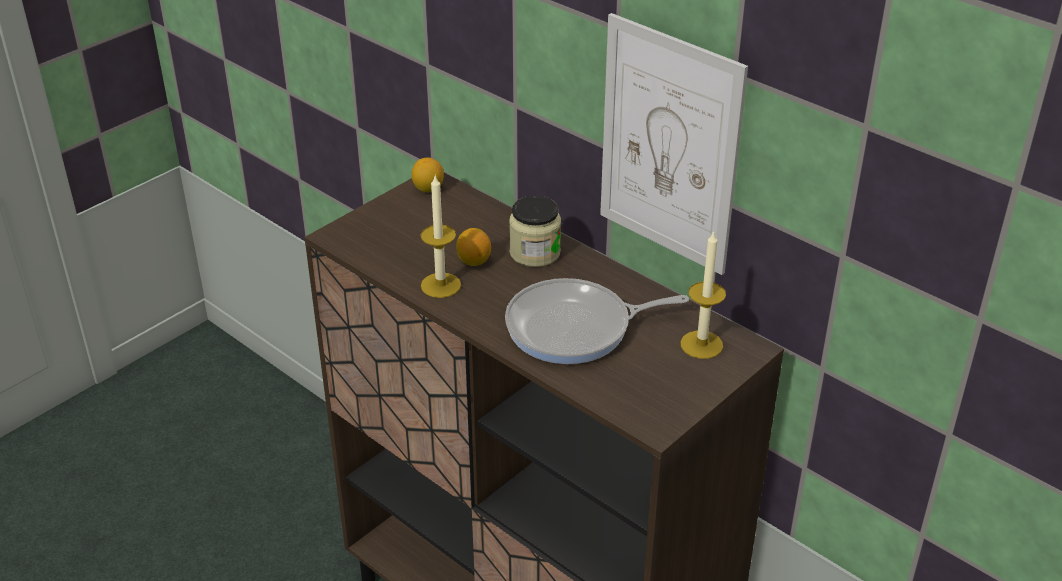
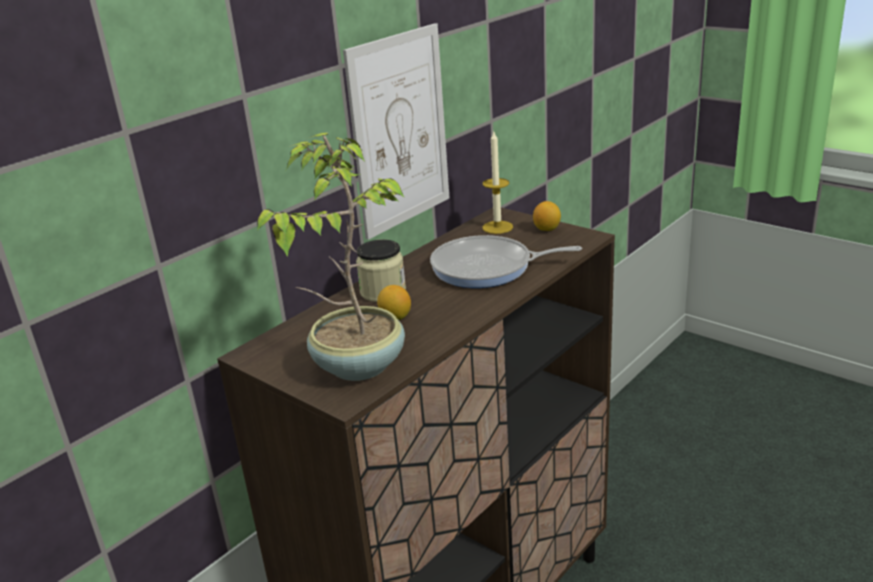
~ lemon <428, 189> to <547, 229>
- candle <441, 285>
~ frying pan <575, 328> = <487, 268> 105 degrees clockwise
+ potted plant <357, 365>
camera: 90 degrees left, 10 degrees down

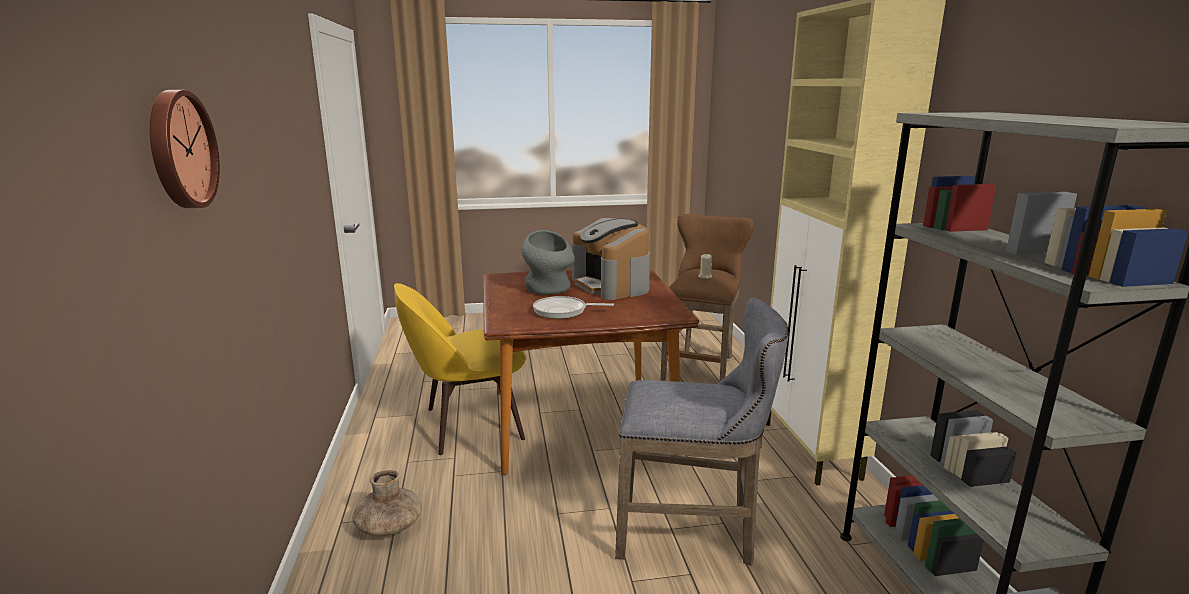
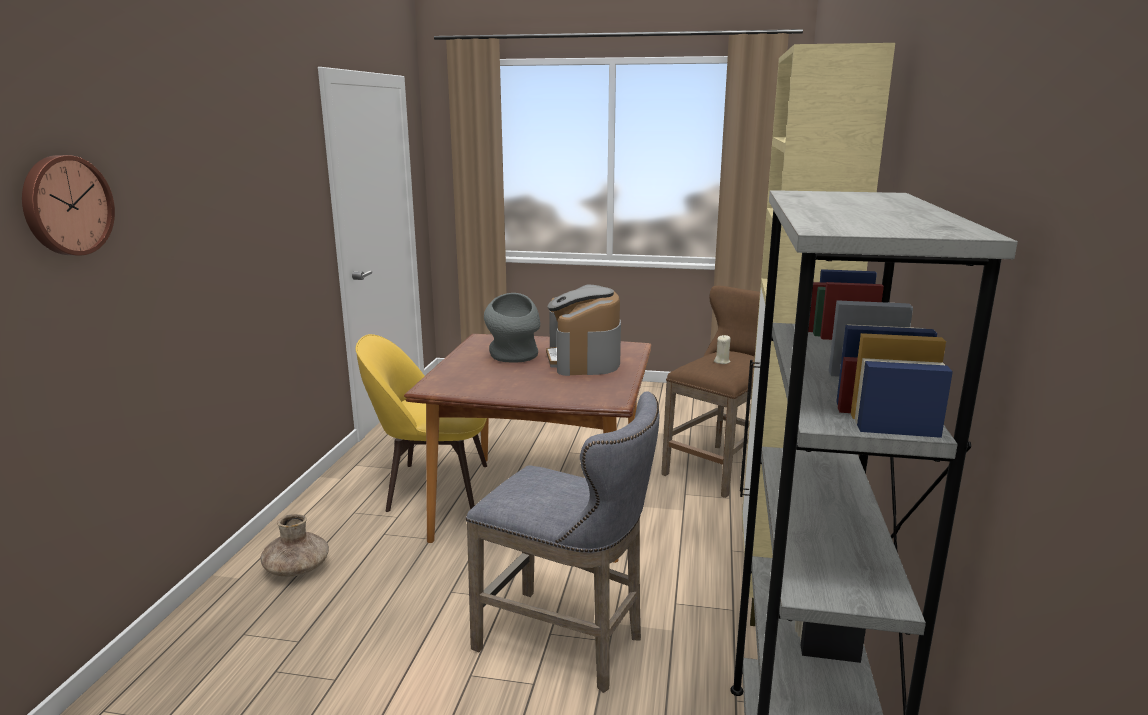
- frying pan <563, 311>
camera: 20 degrees right, 0 degrees up

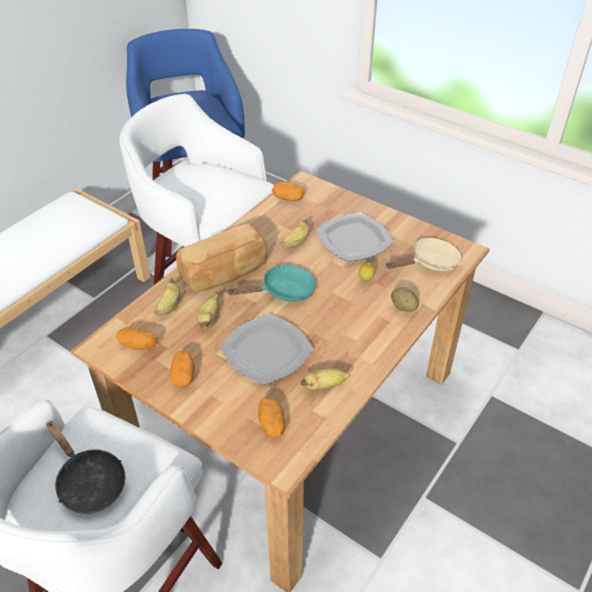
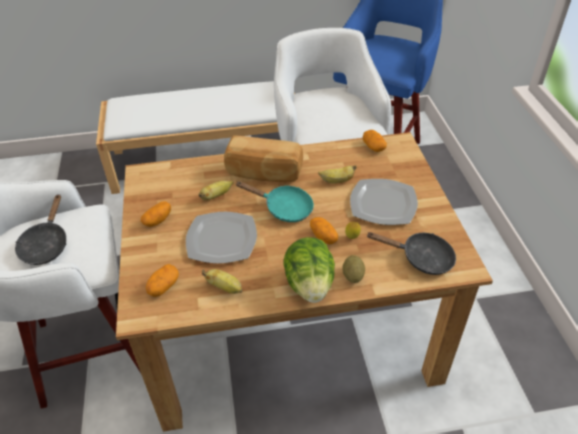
~ potato <138, 345> to <323, 236>
- banana <169, 307>
~ beige frying pan <430, 263> to black frying pan <421, 258>
+ lettuce <309, 284>
camera: 45 degrees right, 0 degrees up

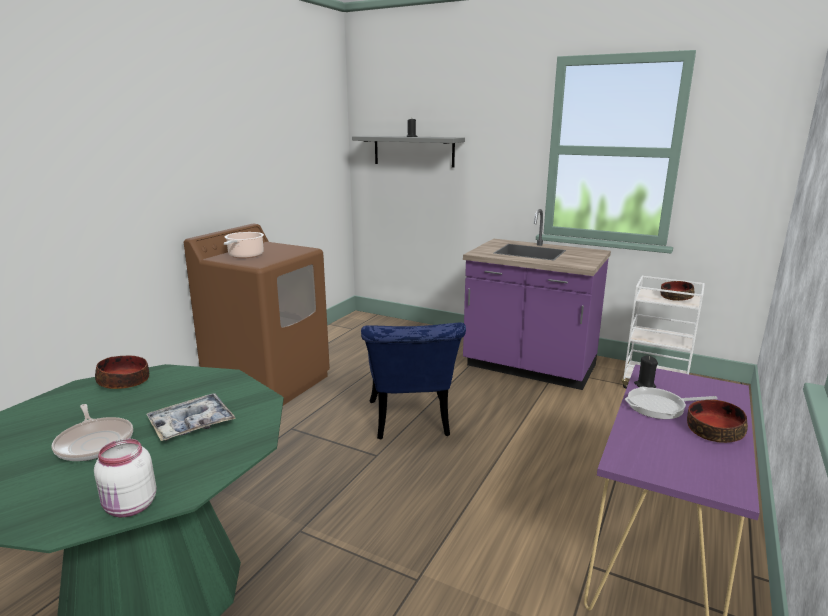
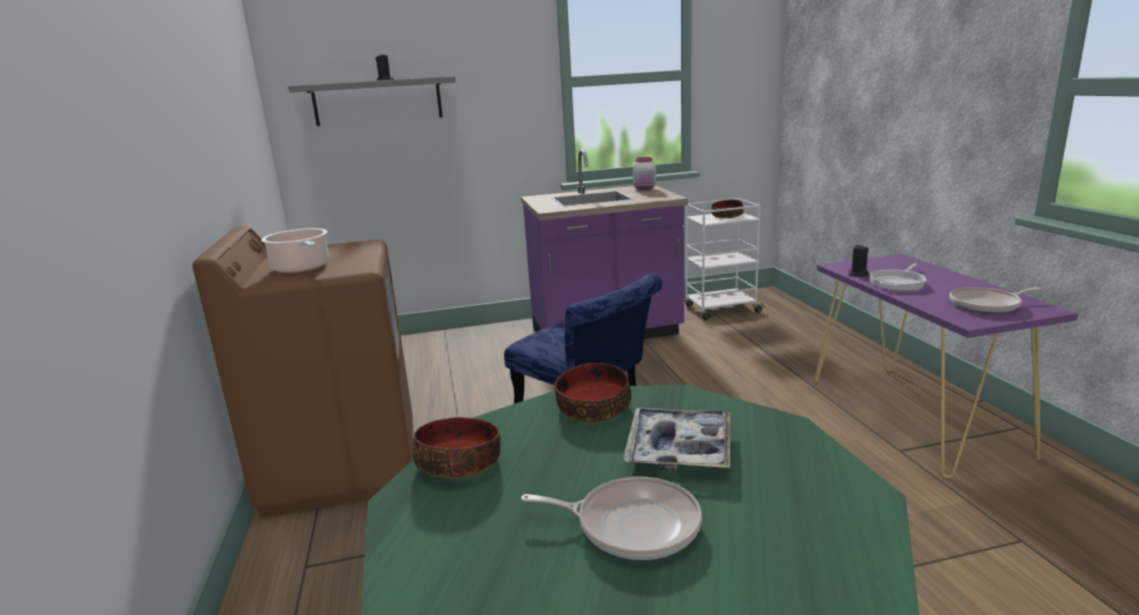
~ white jar <130, 507> to <645, 188>
~ bowl <713, 431> to <593, 407>
+ frying pan <987, 305>
camera: 40 degrees left, 0 degrees up

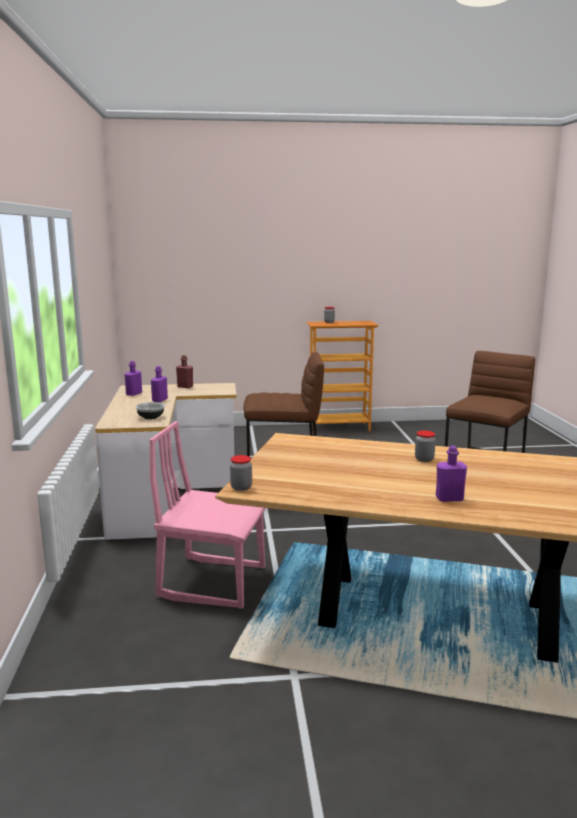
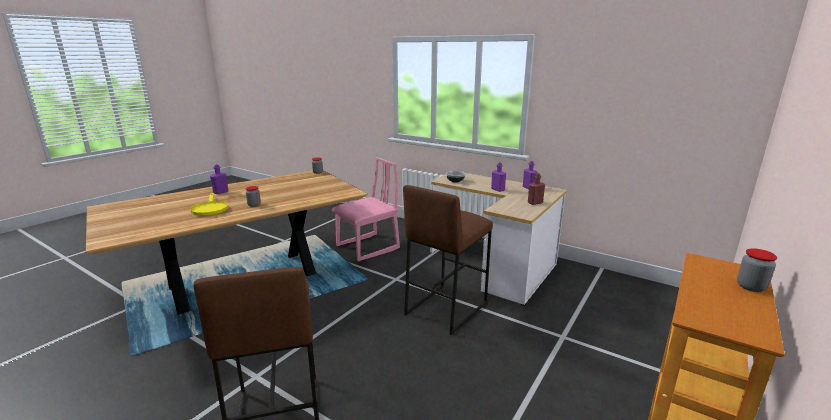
+ yellow frying pan <210, 209>
camera: 130 degrees right, 5 degrees up

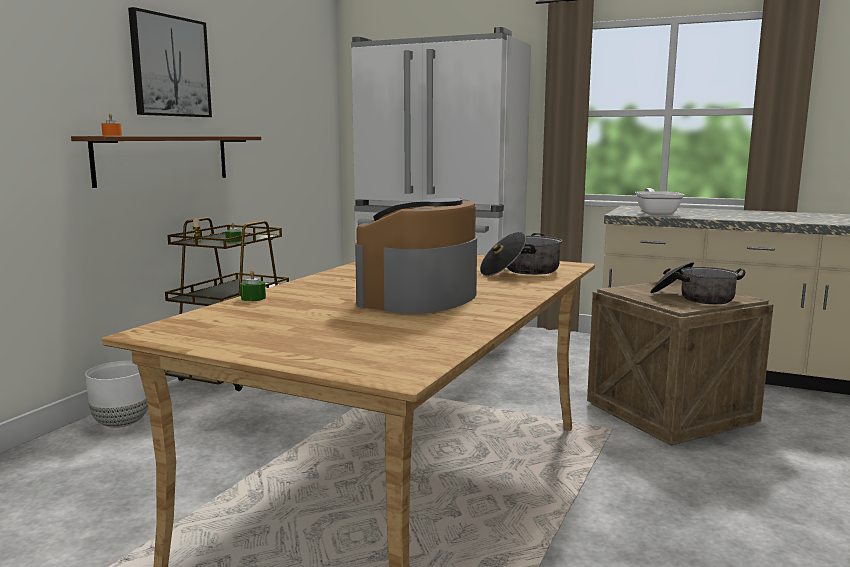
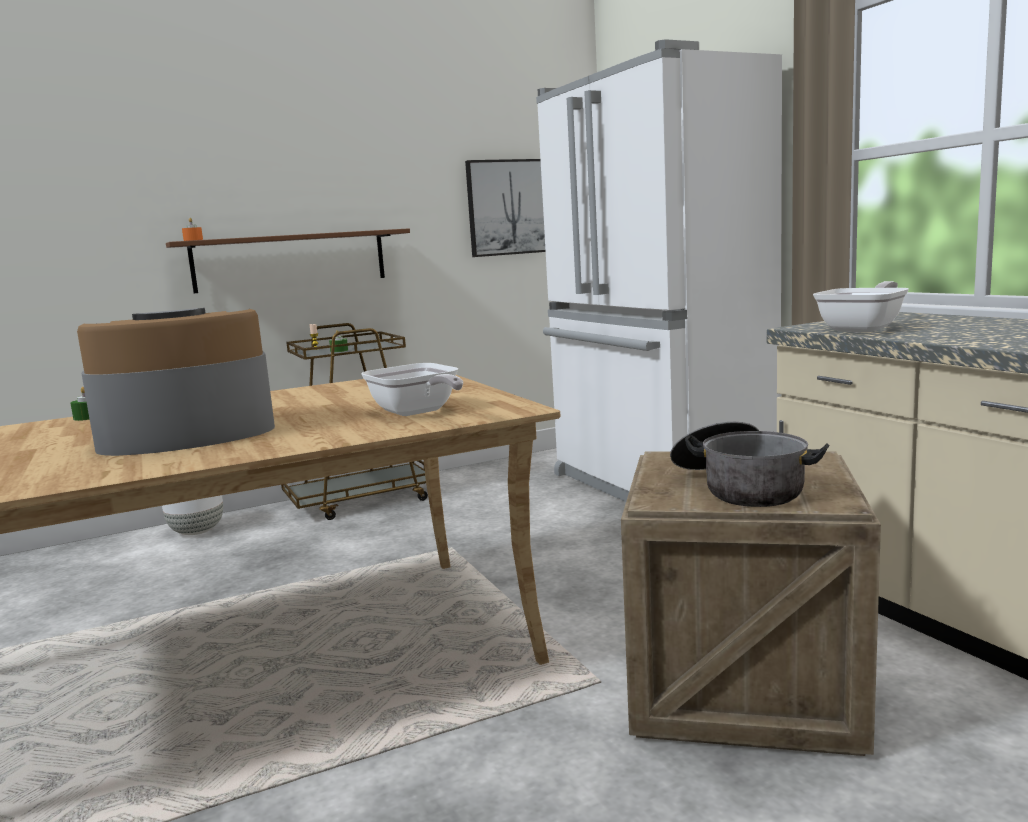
~ picture <170, 66> to <510, 207>
~ cooking pot <521, 271> to frying pan <417, 413>
camera: 40 degrees right, 0 degrees up

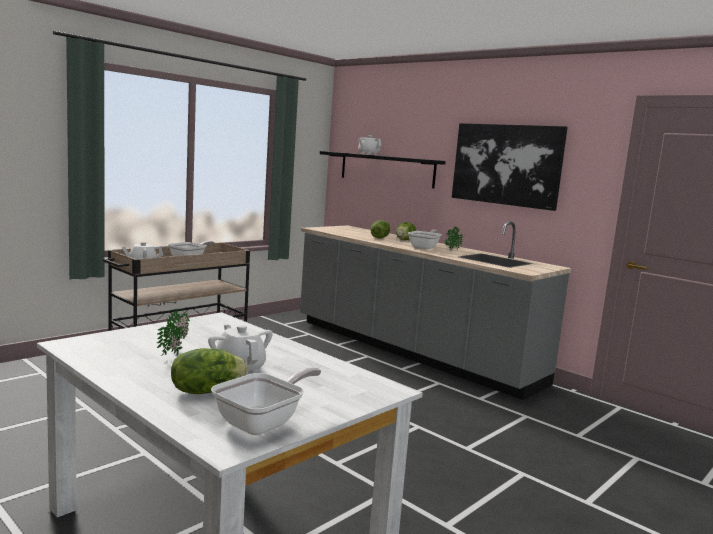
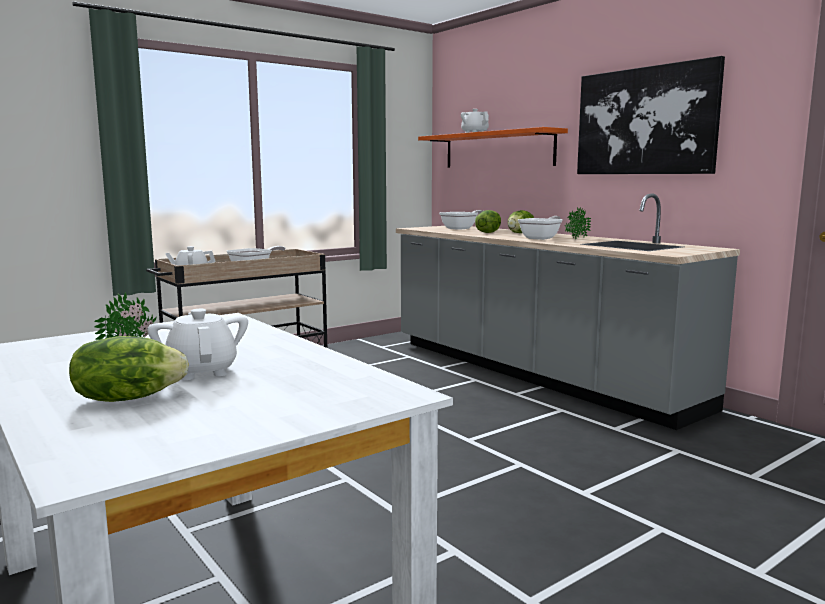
~ frying pan <264, 422> to <461, 228>
~ black shelf <386, 169> to orange shelf <497, 150>
camera: 10 degrees right, 0 degrees up

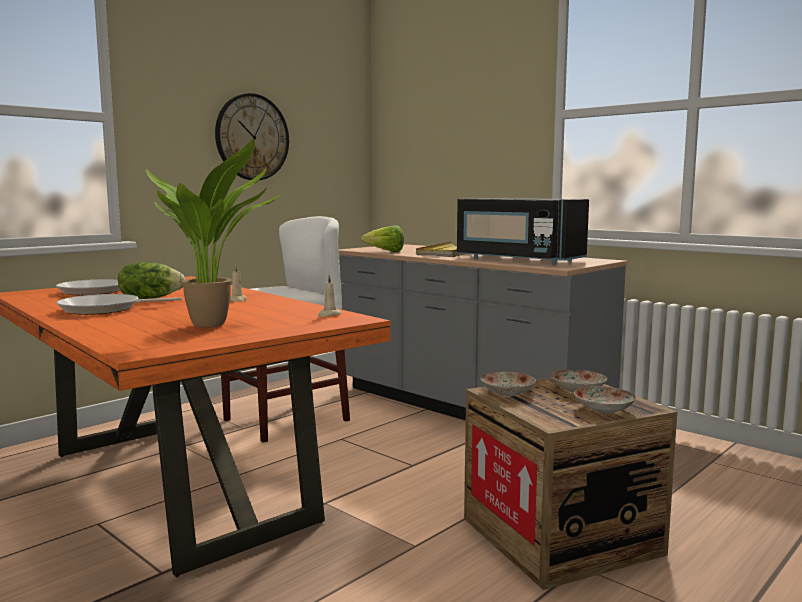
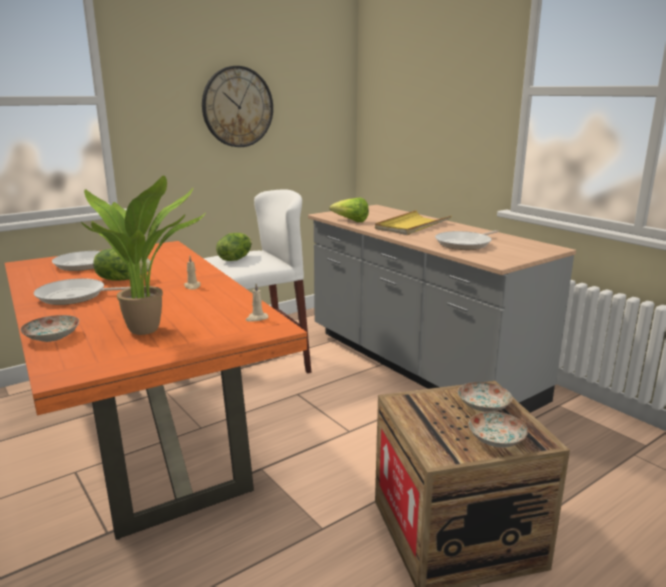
~ black microwave <517, 260> to frying pan <465, 244>
~ plate <507, 392> to <52, 336>
+ lettuce <235, 259>
camera: 10 degrees right, 10 degrees up

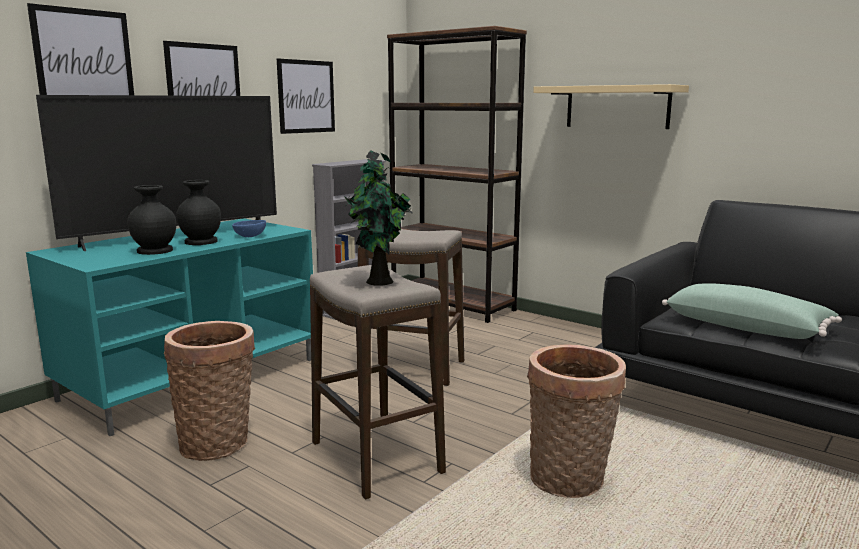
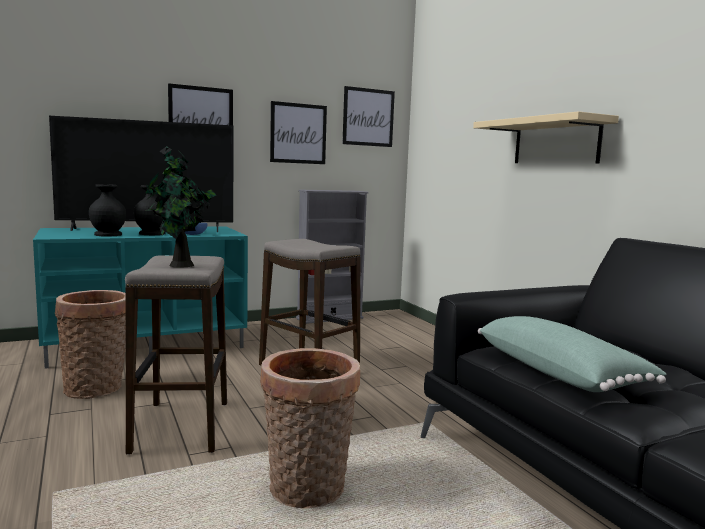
~ picture <84, 58> to <368, 117>
- brown bookcase <452, 305>
camera: 25 degrees right, 5 degrees down

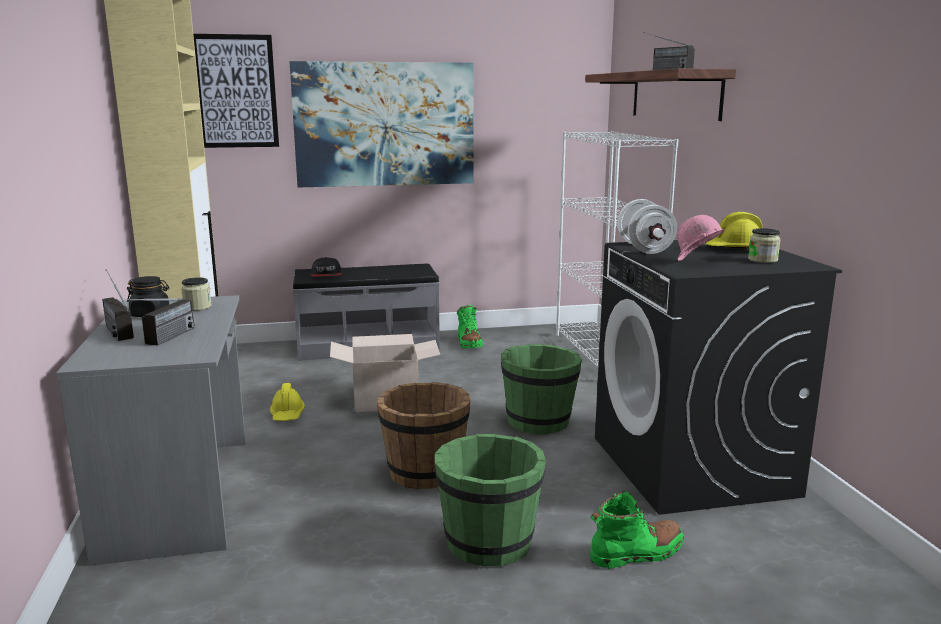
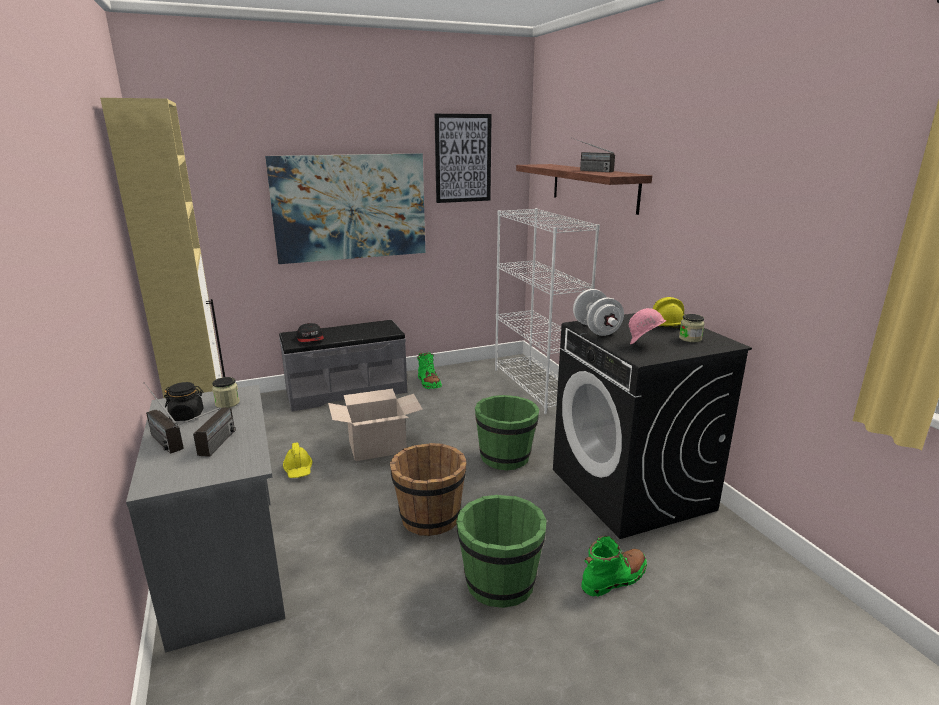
~ picture <236, 91> to <463, 158>
camera: 10 degrees left, 5 degrees up

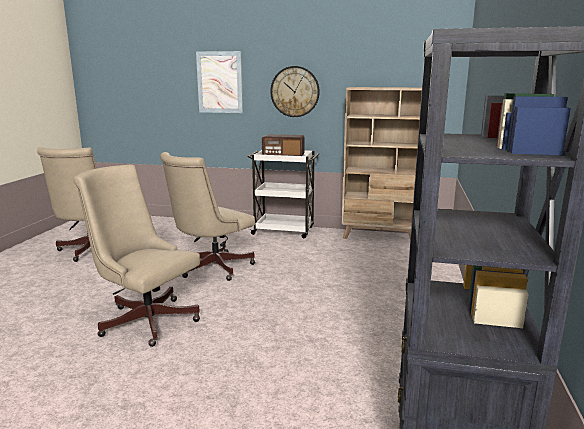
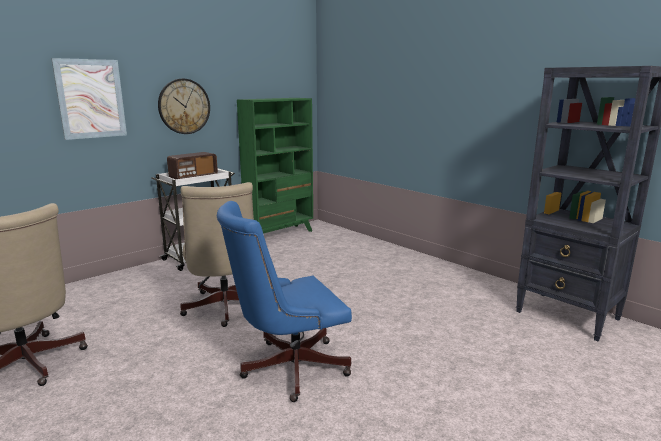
~ beige office chair <145, 319> to blue office chair <287, 368>
~ beige bookcase <379, 236> to green bookcase <280, 234>
camera: 55 degrees left, 0 degrees up

